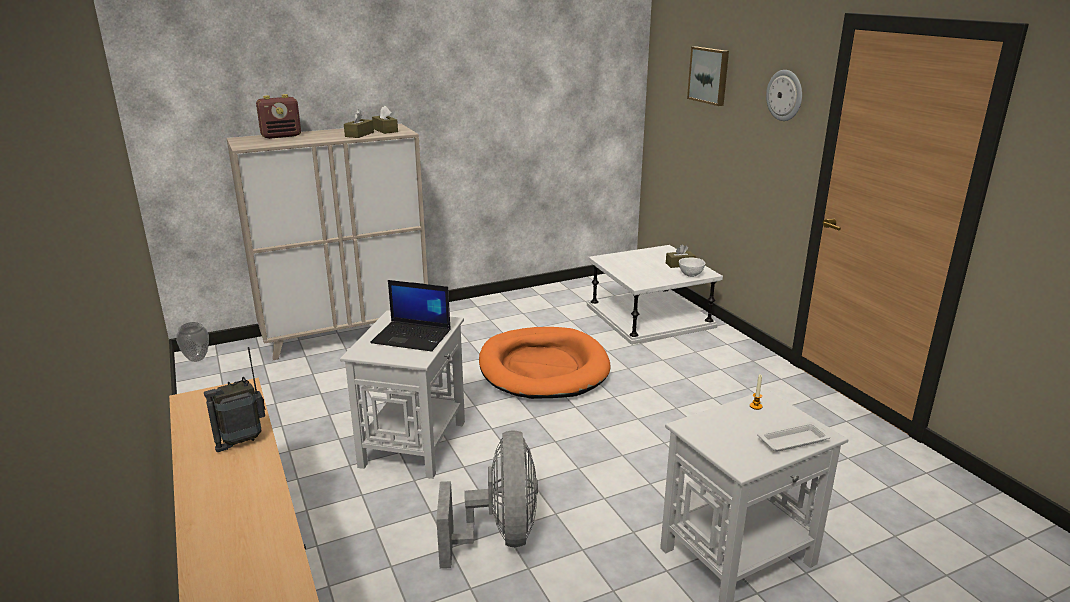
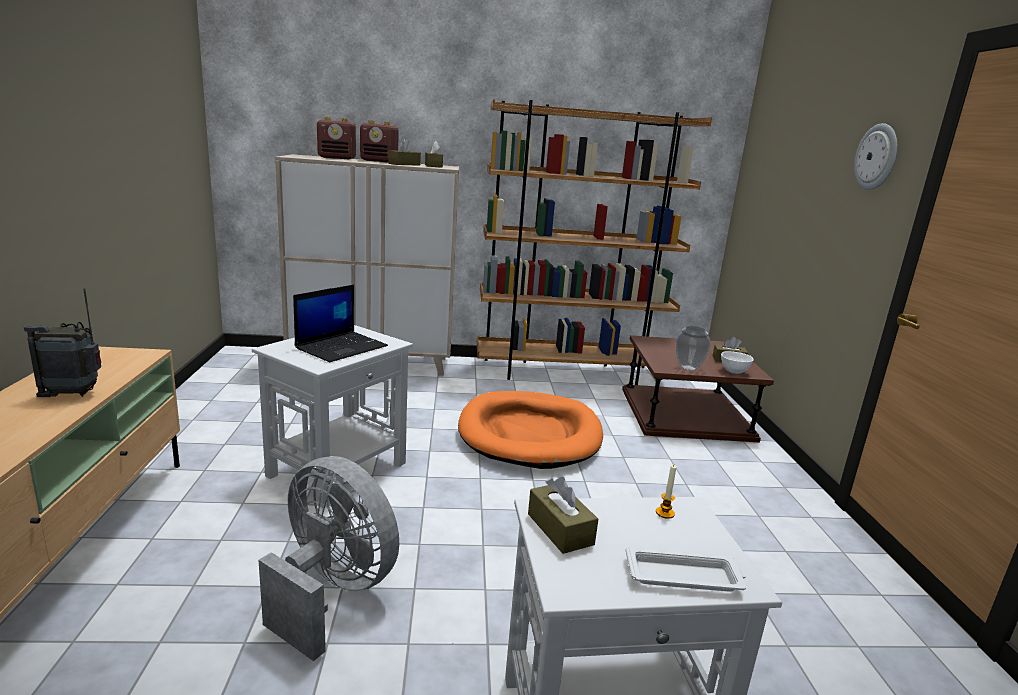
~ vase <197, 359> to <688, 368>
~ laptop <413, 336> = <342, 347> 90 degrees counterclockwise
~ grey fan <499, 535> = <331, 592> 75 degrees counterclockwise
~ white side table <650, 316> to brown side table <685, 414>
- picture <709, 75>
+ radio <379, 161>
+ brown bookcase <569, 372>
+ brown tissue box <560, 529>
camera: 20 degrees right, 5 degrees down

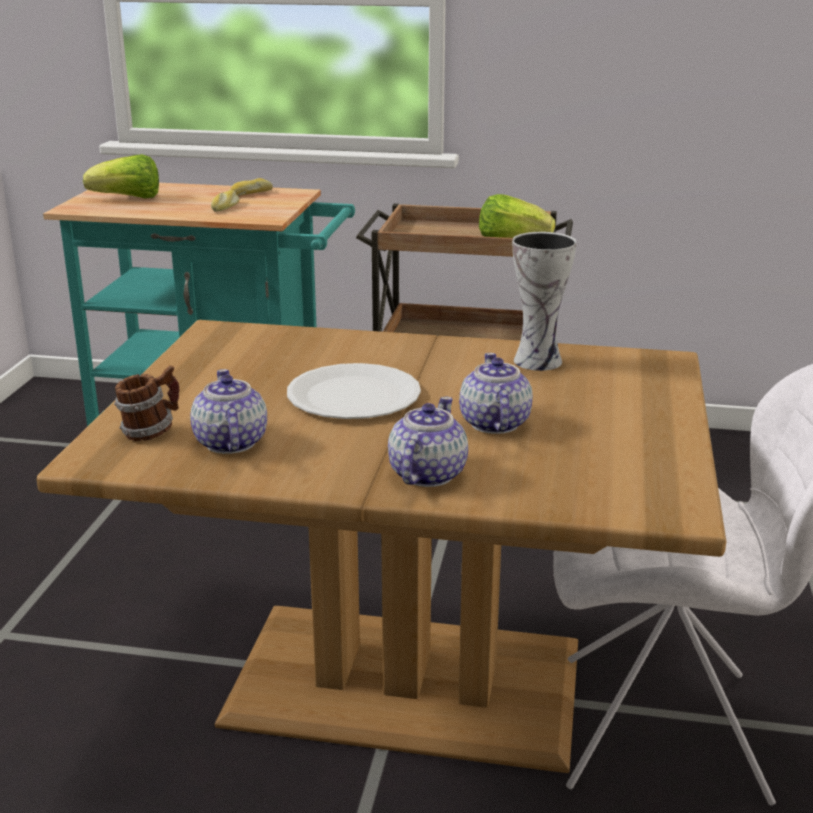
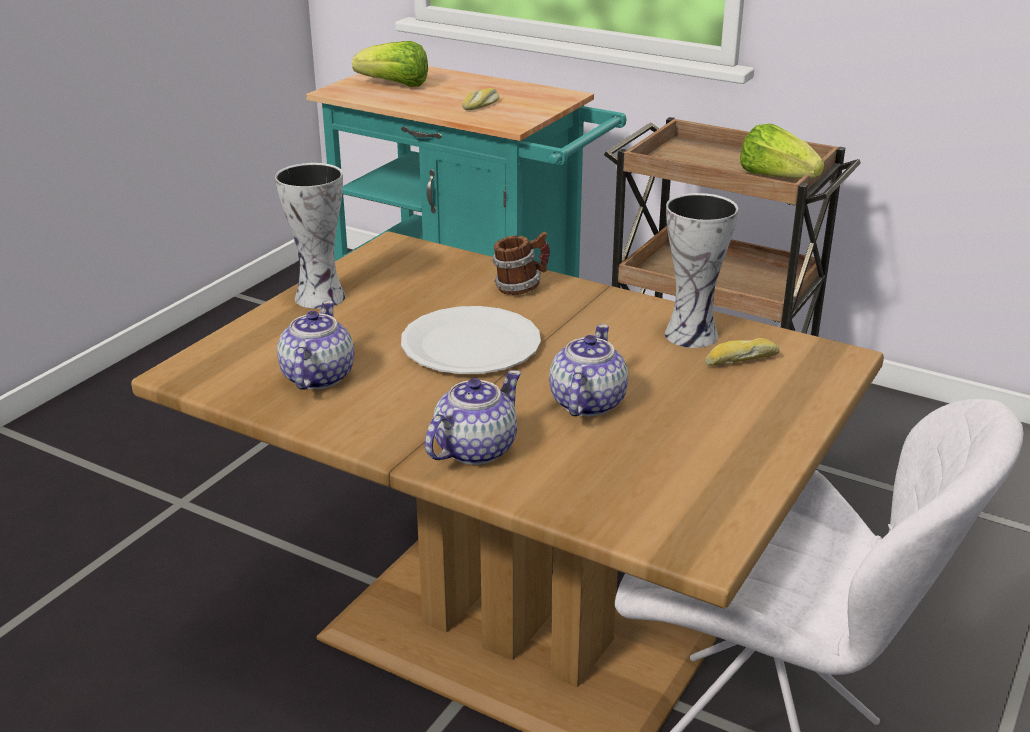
~ mug <150, 432> to <520, 288>
~ bread <250, 193> to <740, 360>
+ vase <320, 298>
camera: 20 degrees right, 5 degrees up

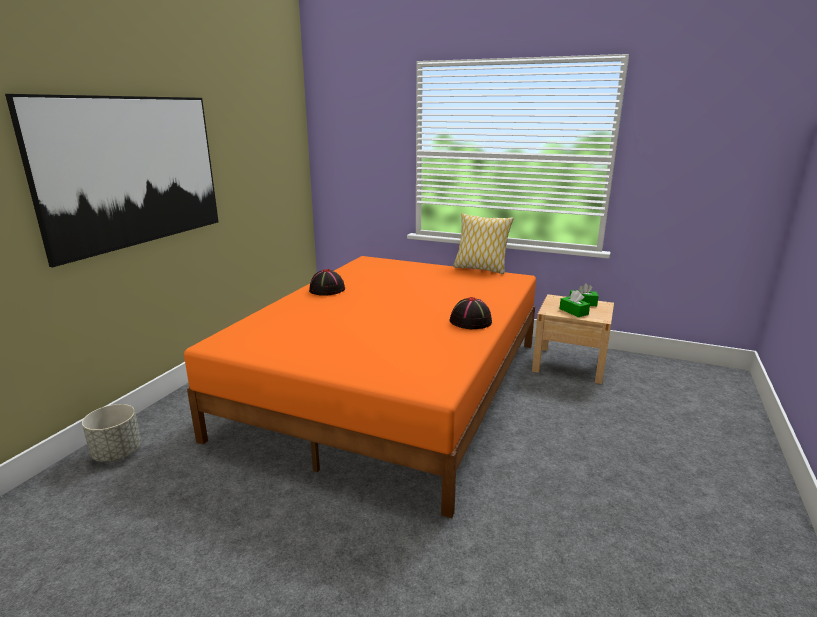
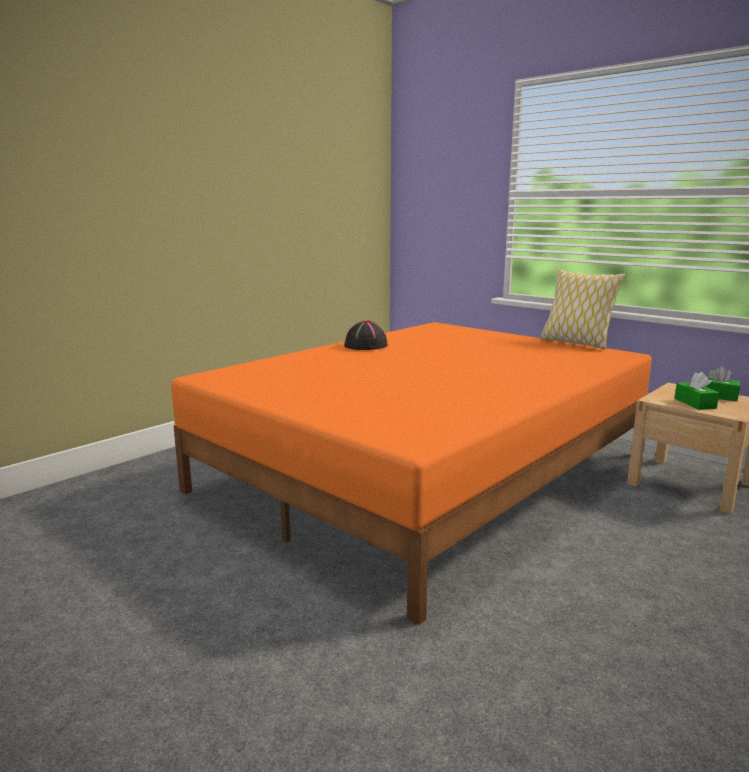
- picture <133, 172>
- grey planter <117, 453>
- black hat <471, 322>
camera: 20 degrees right, 5 degrees down

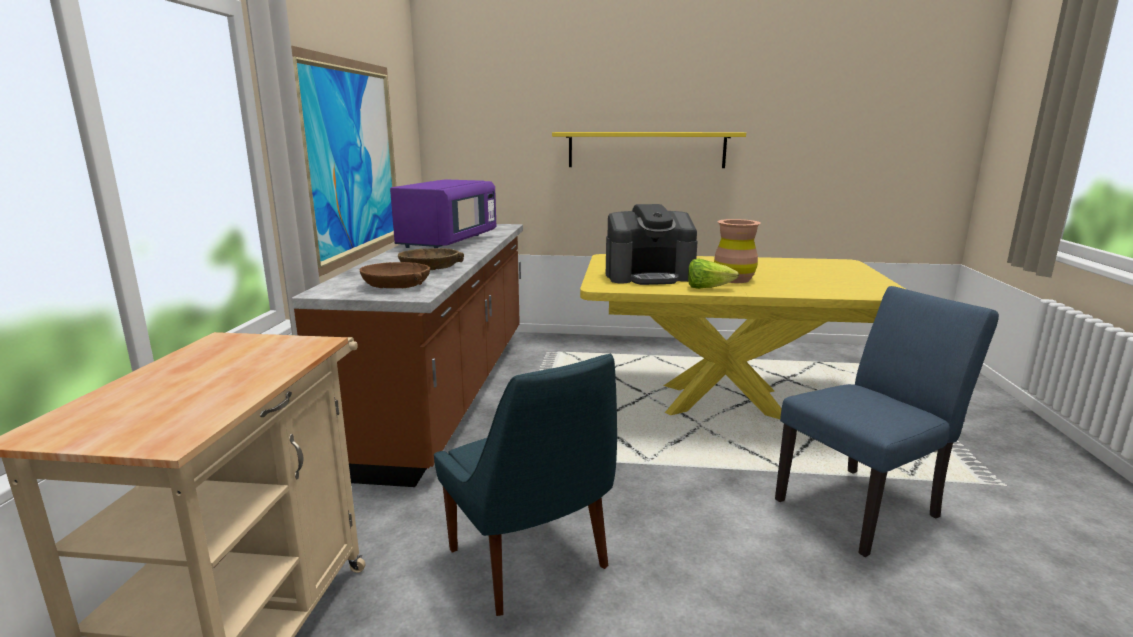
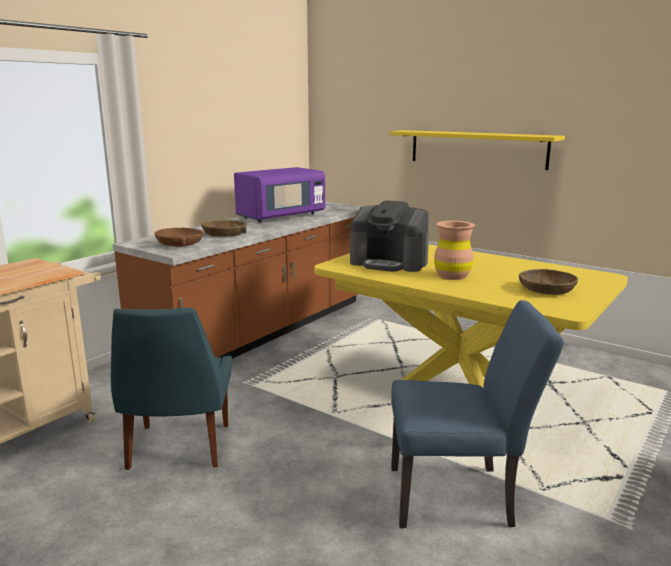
- picture <352, 161>
- lettuce <707, 288>
+ brown bowl <546, 289>
camera: 30 degrees right, 0 degrees up

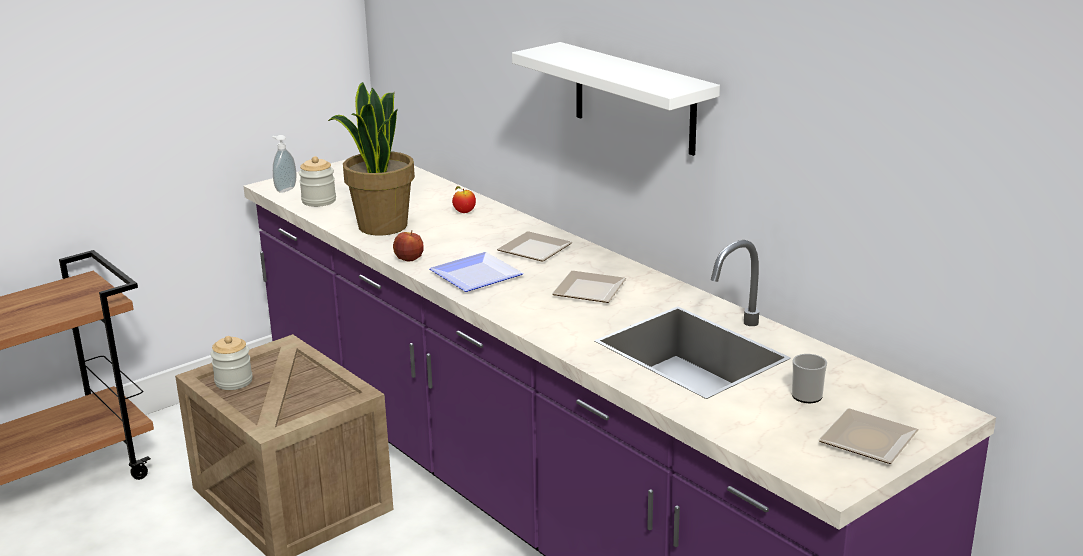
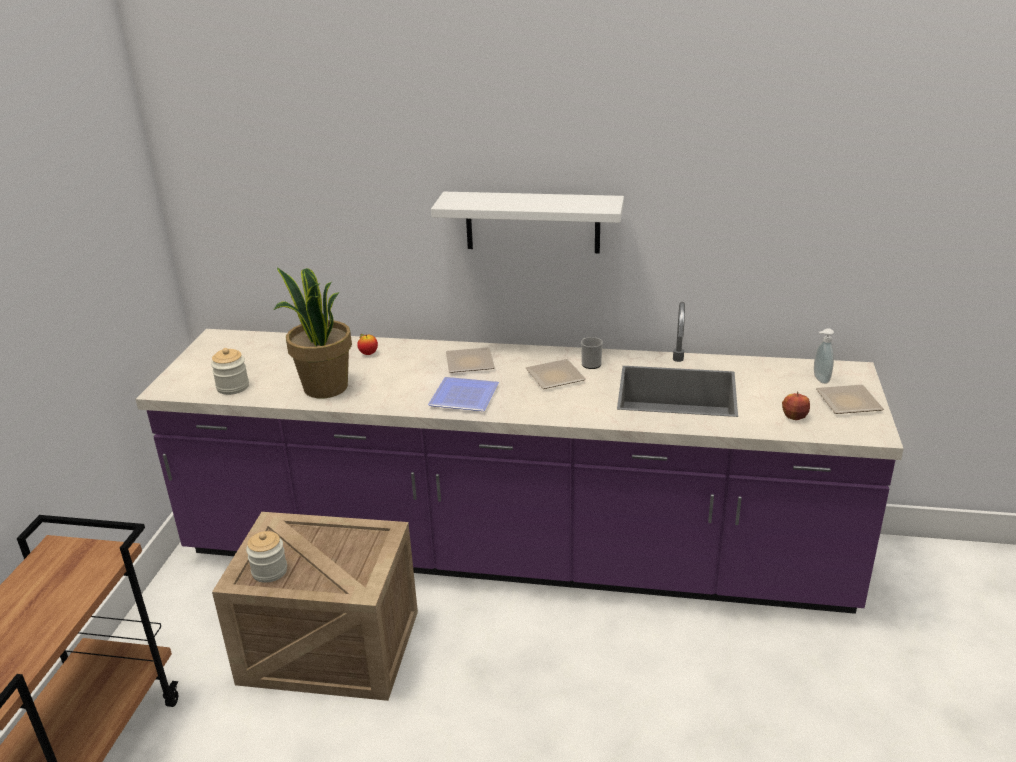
~ soap dispenser <285, 189> to <819, 379>
~ apple <408, 259> to <794, 417>
~ mug <807, 394> to <590, 363>
camera: 40 degrees left, 5 degrees up

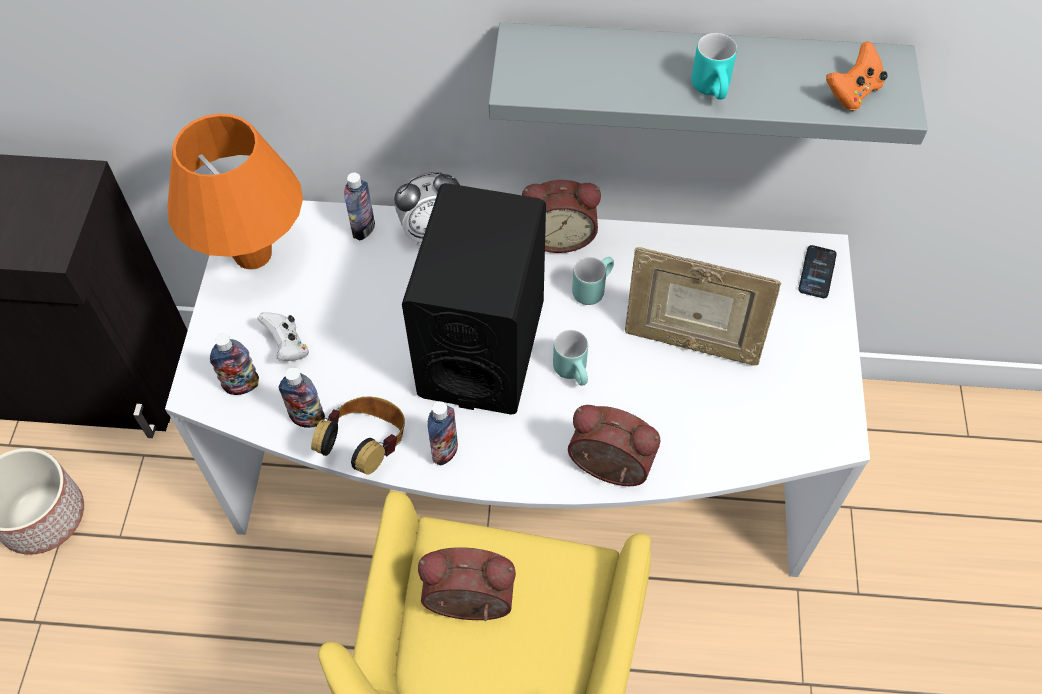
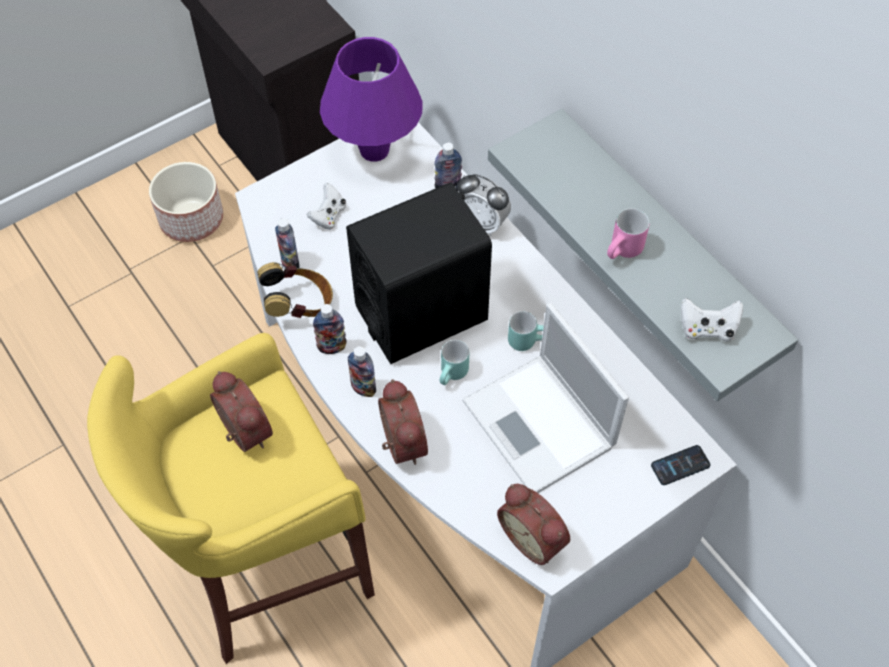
~ orange table lamp <253, 254> to purple table lamp <374, 150>
~ bottle <242, 386> to <363, 388>
~ alarm clock <559, 235> to <534, 537>
~ picture frame <690, 343> to laptop <540, 425>
~ turquoise mug <714, 90> to pink mug <624, 252>
~ orange game controller <852, 93> to white game controller <707, 329>
camera: 50 degrees right, 0 degrees up

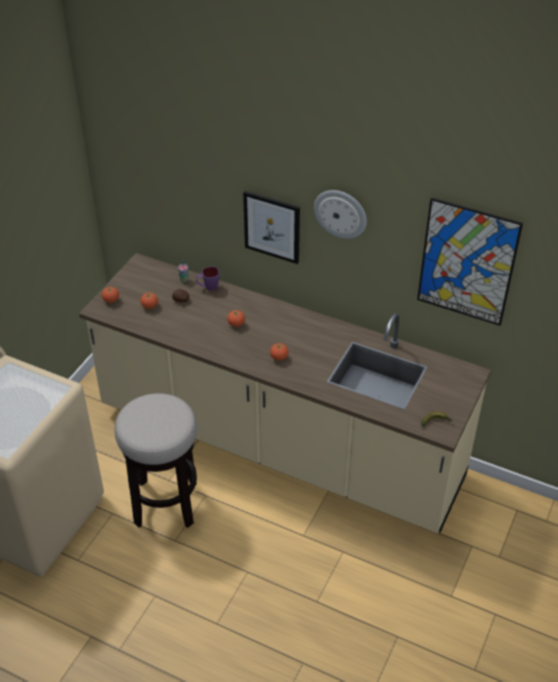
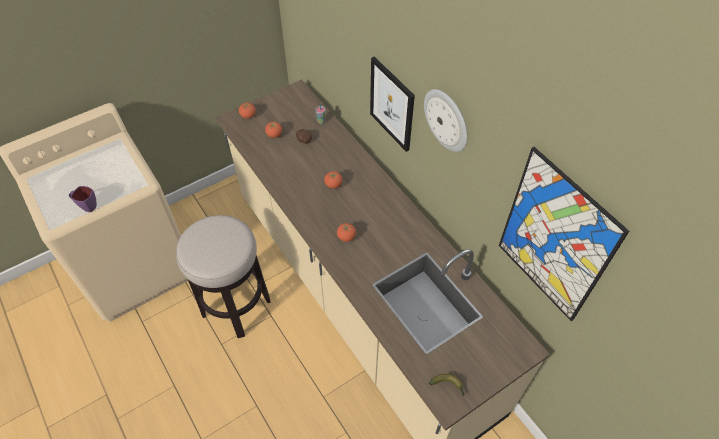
~ purple mug <208, 288> to <87, 206>
camera: 30 degrees right, 10 degrees up

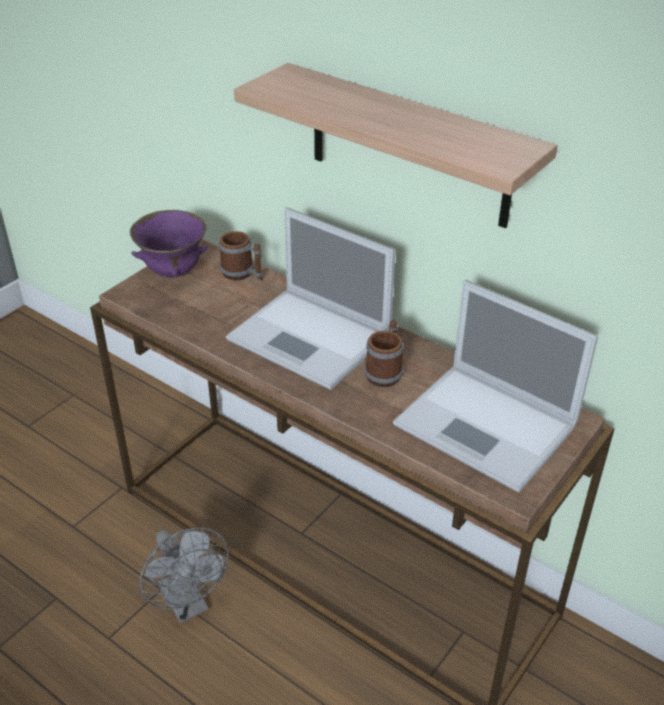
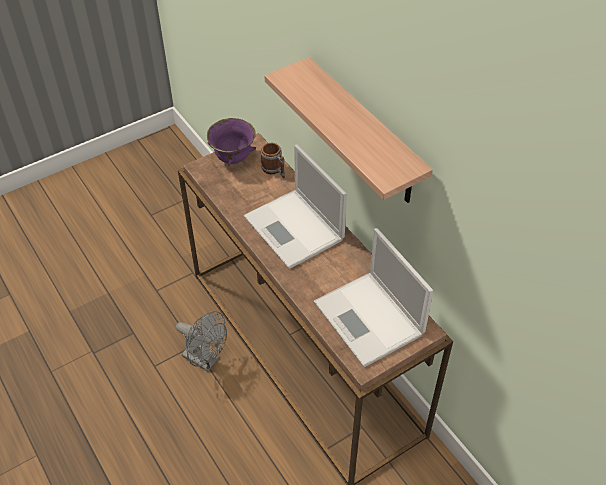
~ grey fan <188, 605> = <205, 360> 45 degrees counterclockwise
- mug <385, 371>
camera: 20 degrees right, 10 degrees up

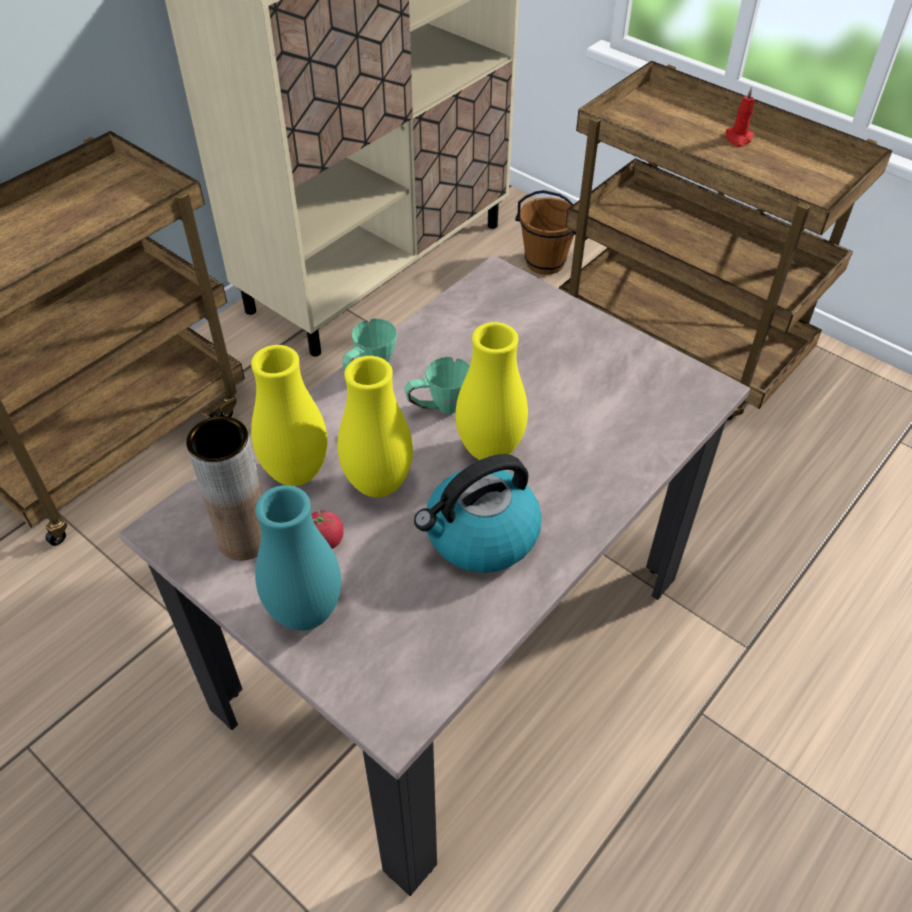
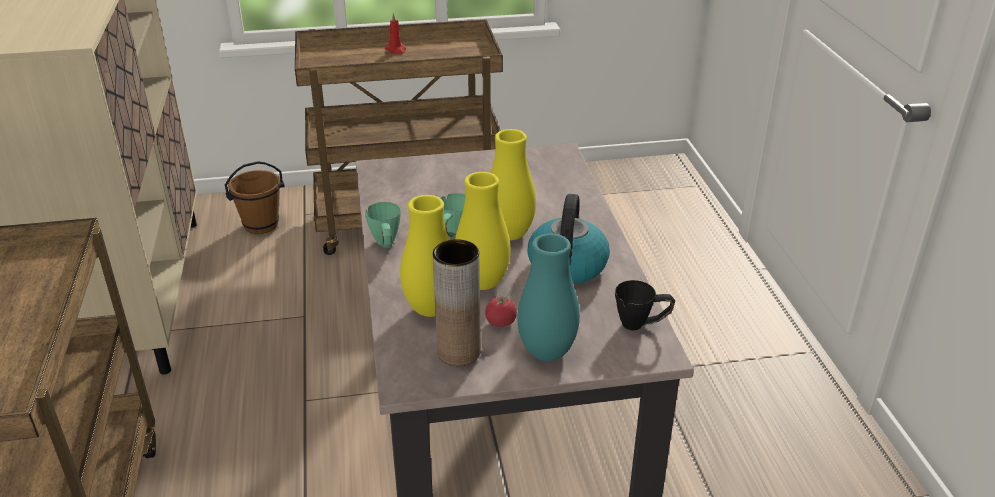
+ black mug <641, 324>
camera: 50 degrees left, 15 degrees down

